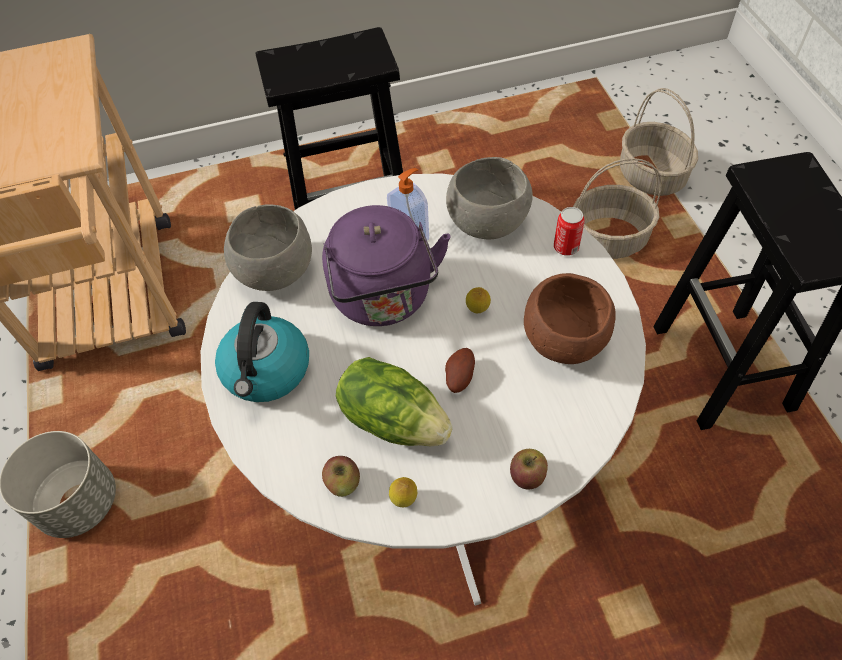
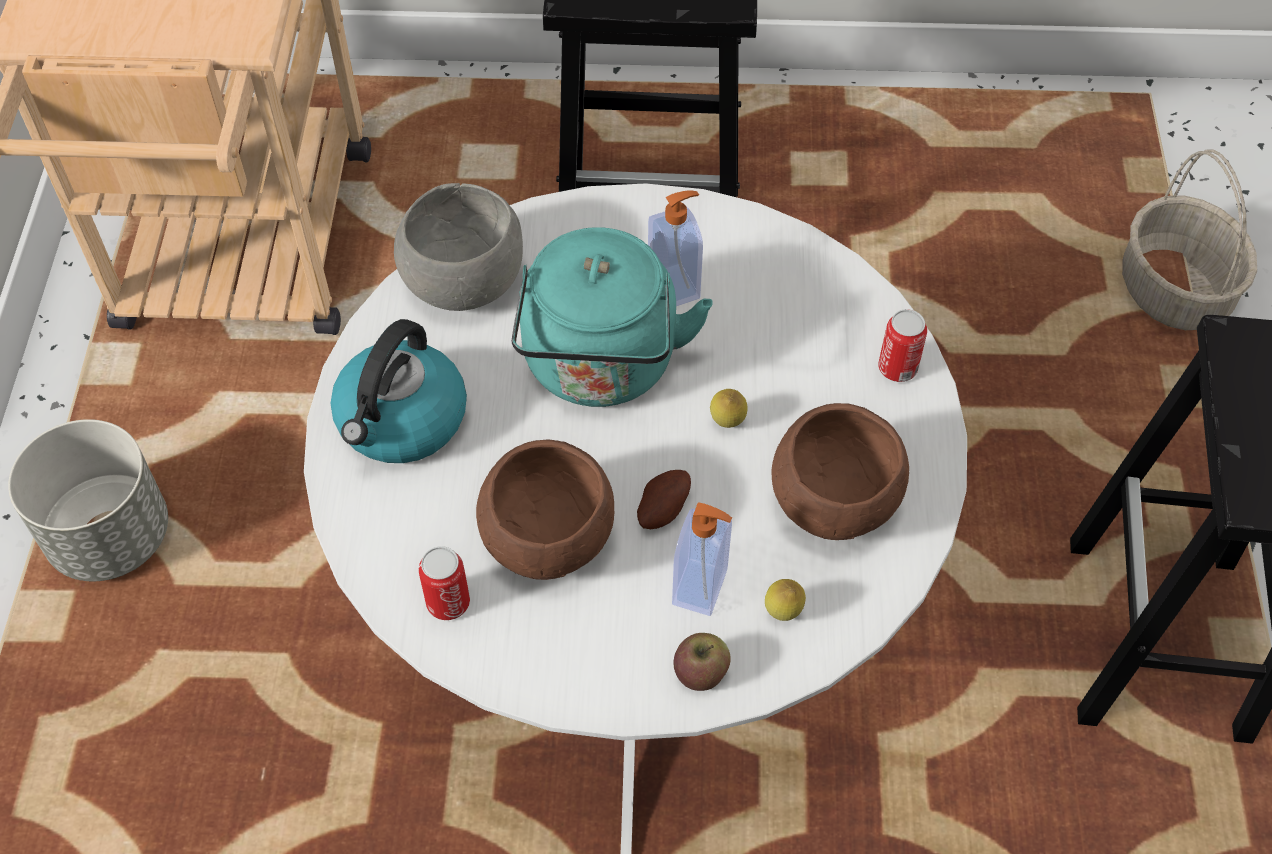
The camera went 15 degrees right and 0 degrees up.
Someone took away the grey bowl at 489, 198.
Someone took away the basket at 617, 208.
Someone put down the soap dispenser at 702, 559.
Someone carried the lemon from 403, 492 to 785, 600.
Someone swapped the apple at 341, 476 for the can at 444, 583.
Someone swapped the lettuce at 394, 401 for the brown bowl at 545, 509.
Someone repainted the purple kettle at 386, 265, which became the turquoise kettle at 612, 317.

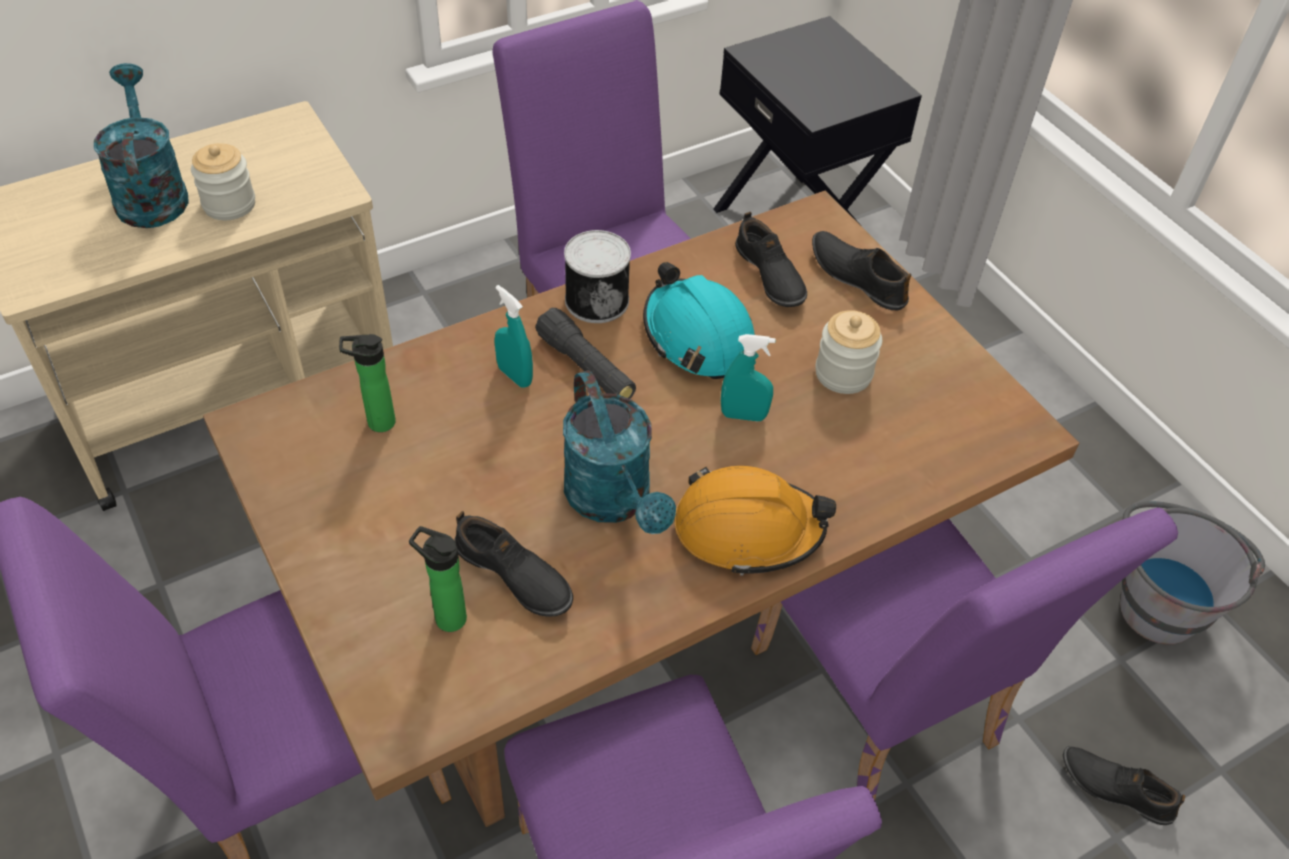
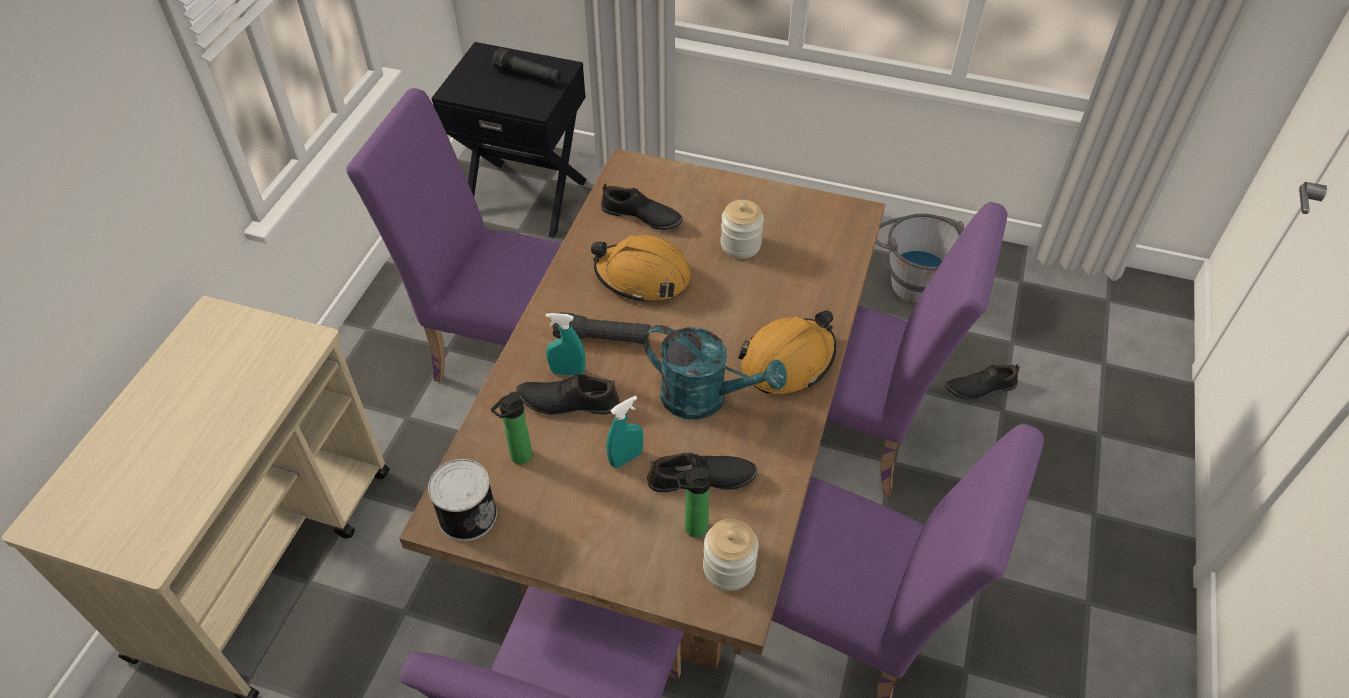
The camera went 40 degrees left and 0 degrees up.
Someone took away the turquoise watering can at 141, 145.
Someone put down the black flashlight at 527, 66.
Someone carried the jar from 223, 181 to 730, 555.
Someone carried the can from 597, 276 to 462, 500.
Someone carried the turquoise spray bottle from 748, 377 to 625, 432.
Someone carried the black shoe from 861, 270 to 567, 394.
Someone repainted the turquoise hard hat at 699, 320, which became the orange hard hat at 641, 269.

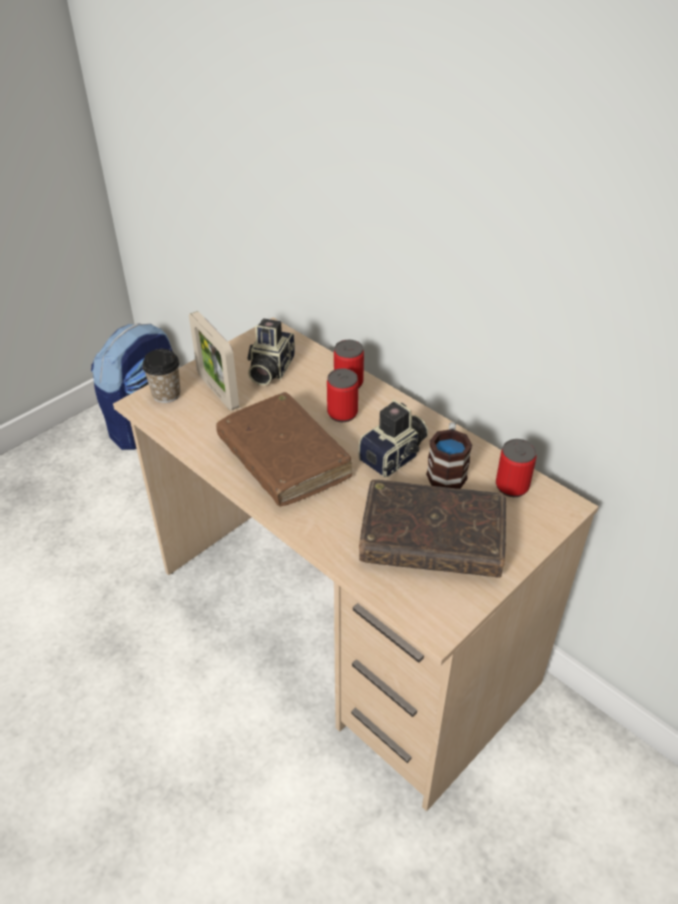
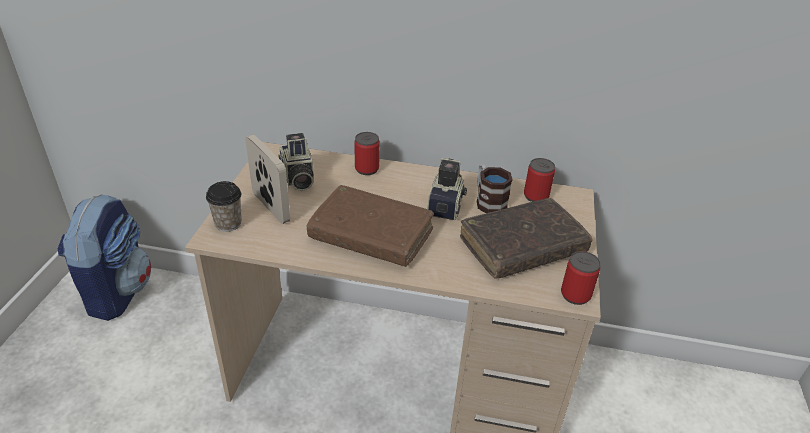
The camera went 35 degrees left and 5 degrees down.
Someone carried the can from 342, 395 to 581, 278.
Someone rotated the picture frame at 214, 361 by 150 degrees counterclockwise.

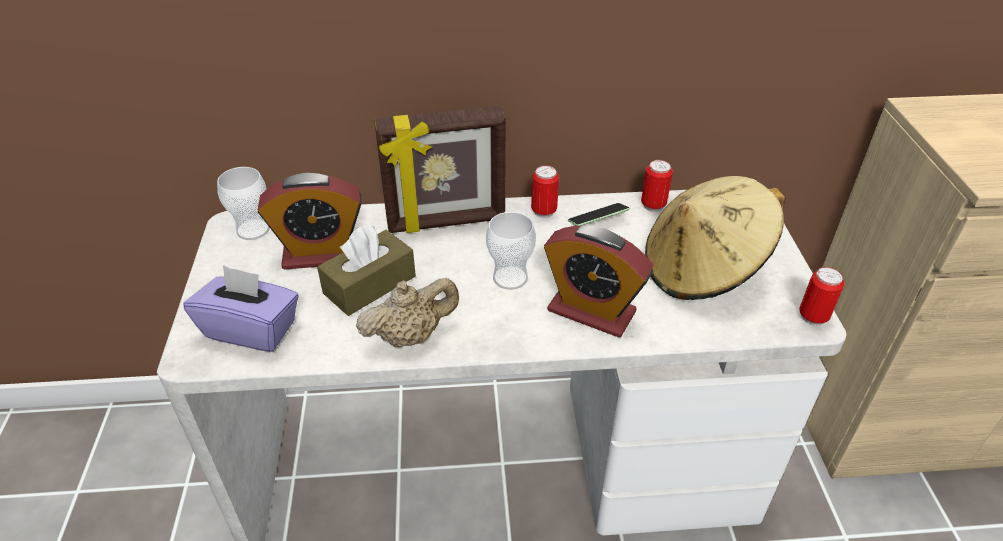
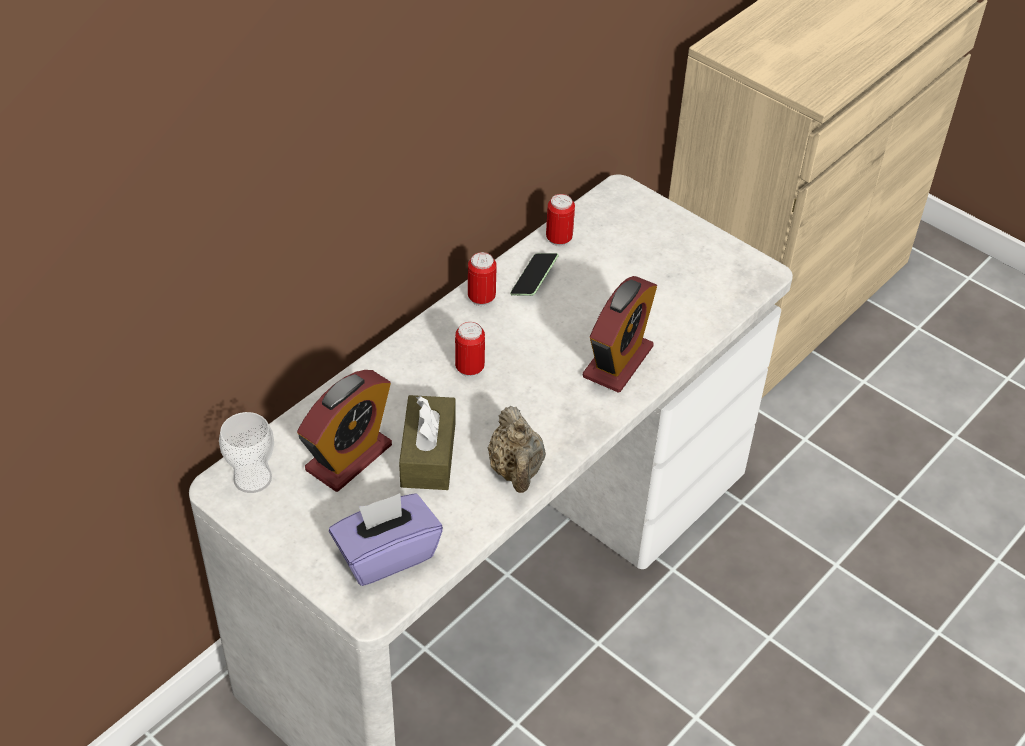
The camera went 45 degrees left and 5 degrees up.
Someone took away the picture frame at 440, 169.
Someone took away the cup at 511, 251.
Someone took away the beige hat at 715, 238.
Someone carried the can from 821, 296 to 470, 349.
Someone rotated the beige teapot at 407, 313 by 150 degrees clockwise.
Someone rotated the alarm clock at 599, 281 by 45 degrees counterclockwise.

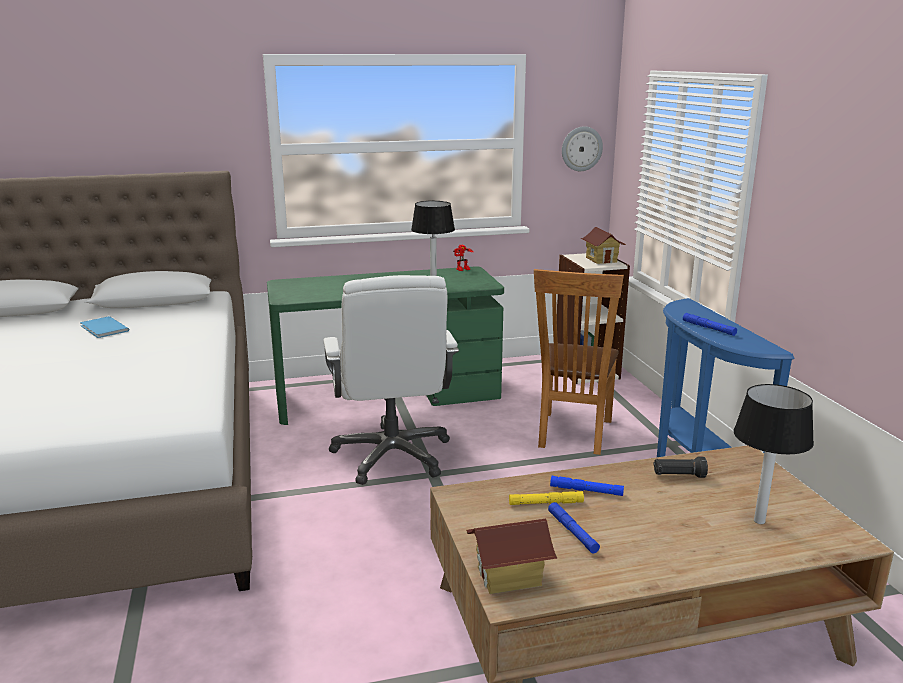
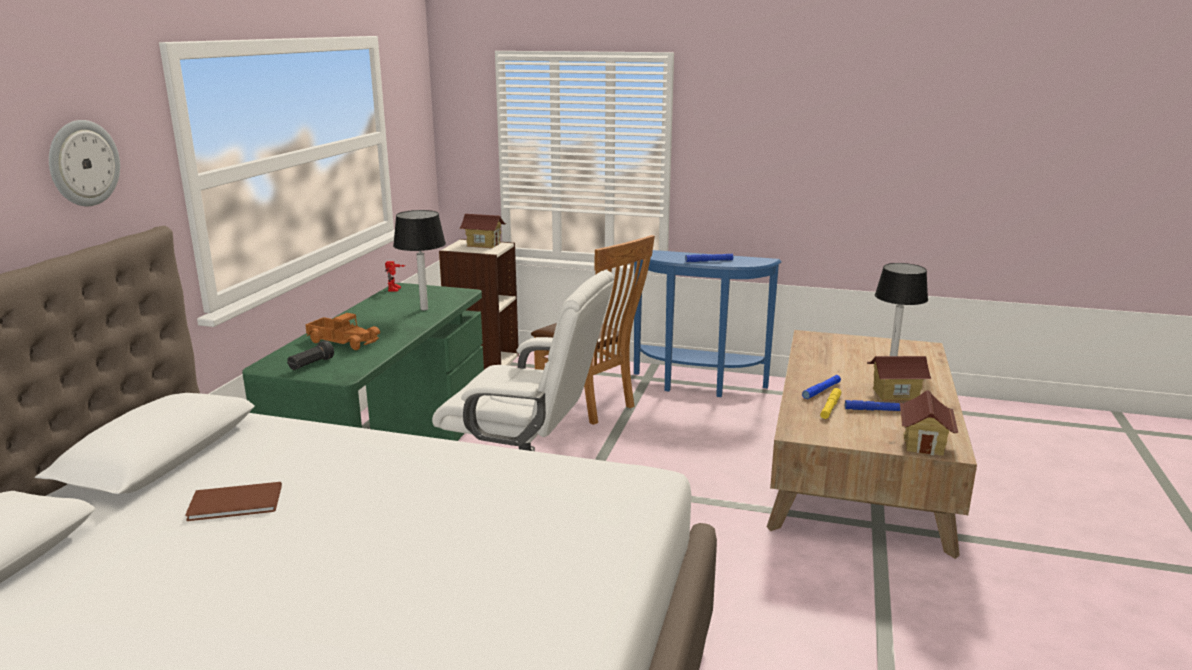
The camera went 60 degrees left and 0 degrees up.
Someone put down the toy truck at 342, 331.
Someone put down the toy house at 899, 378.
Someone carried the wall clock from 582, 148 to 84, 163.
Someone carried the black flashlight from 680, 467 to 310, 355.
Someone repainted the blue book at 104, 327, which became the brown book at 233, 501.

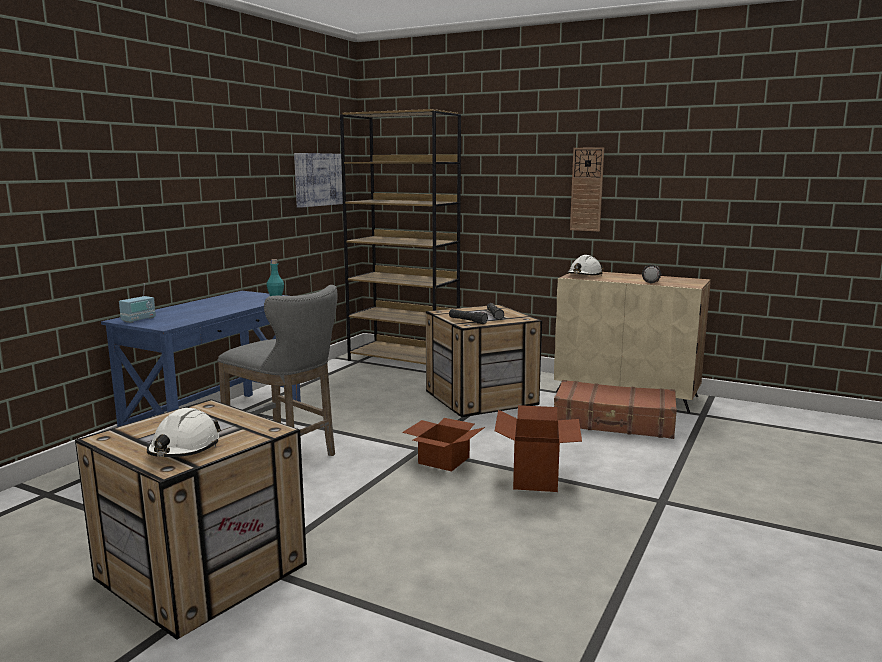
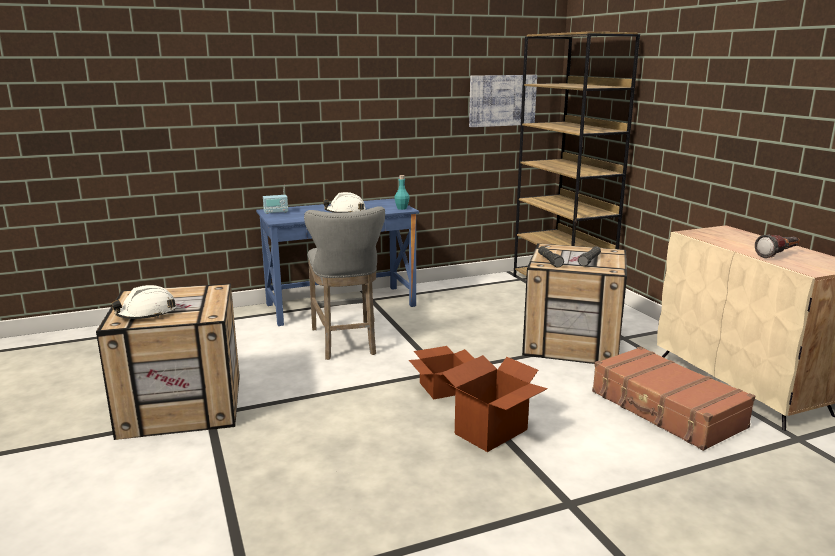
The camera went 40 degrees right and 5 degrees up.
Someone took away the wall clock at 587, 189.
Someone carried the white hard hat from 586, 265 to 344, 202.

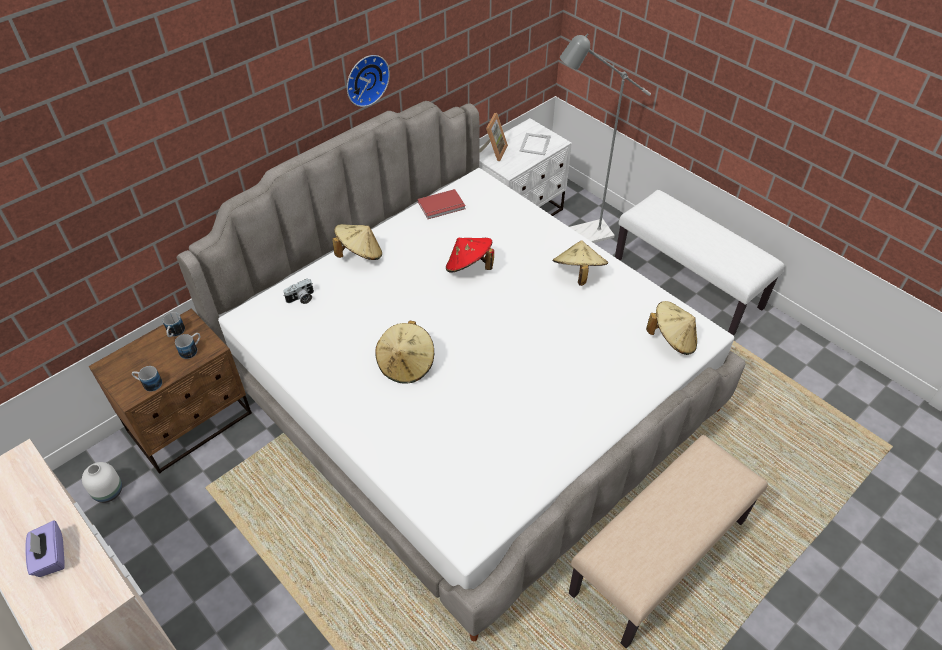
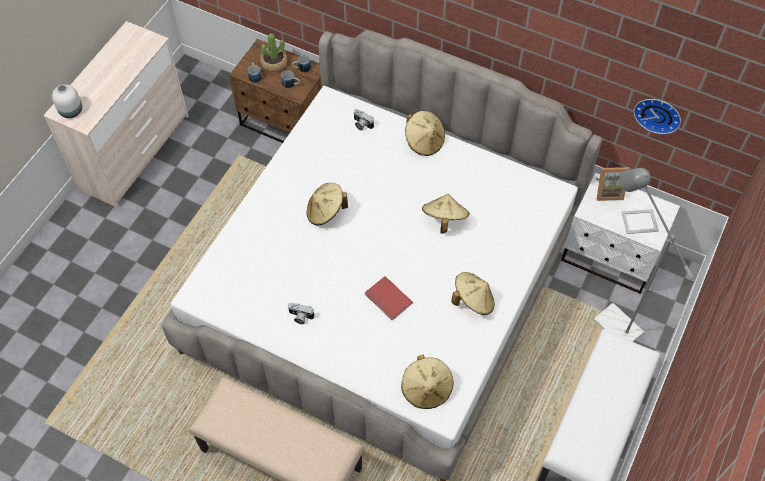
The camera went 70 degrees right and 10 degrees up.
Someone took away the purple tissue box at 45, 548.
Someone put down the potted plant at 273, 53.
Someone put down the photo camera at 301, 313.
Someone carried the white vase from 102, 482 to 67, 101.
Someone carried the wall clock from 368, 81 to 657, 116.
Someone carried the red book from 442, 204 to 389, 298.
Someone repainted the red hat at 470, 255, which became the beige hat at 445, 214.

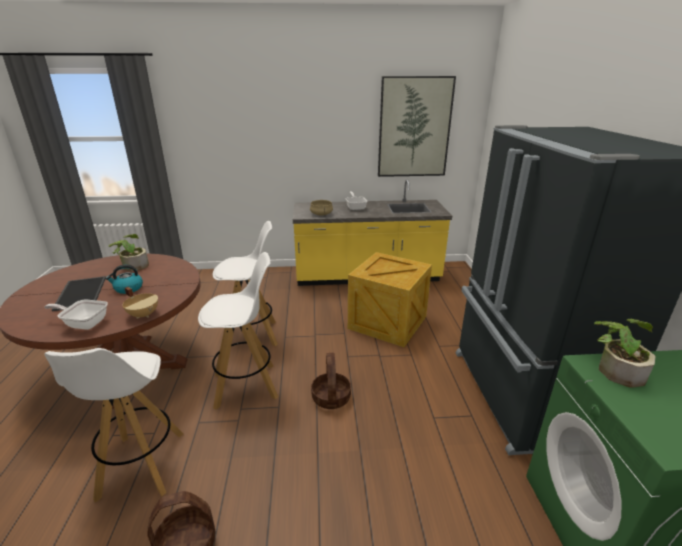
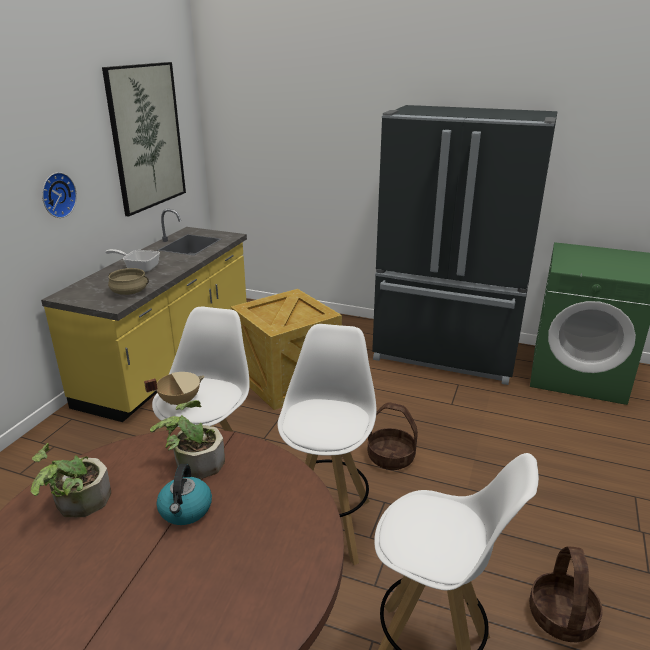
The camera went 65 degrees left and 0 degrees up.
Someone took away the frying pan at 76, 315.
Someone took away the tray at 79, 293.
Someone put up the wall clock at 59, 195.
Someone carried the beige cooking pot from 140, 303 to 174, 388.
Someone carried the potted plant from 624, 353 to 187, 439.

